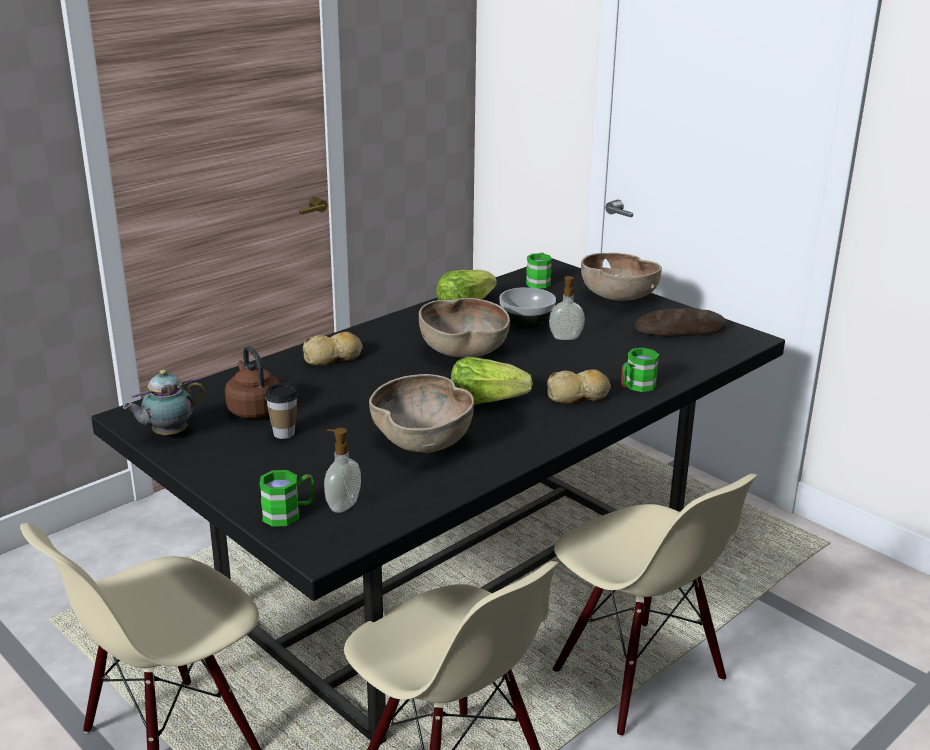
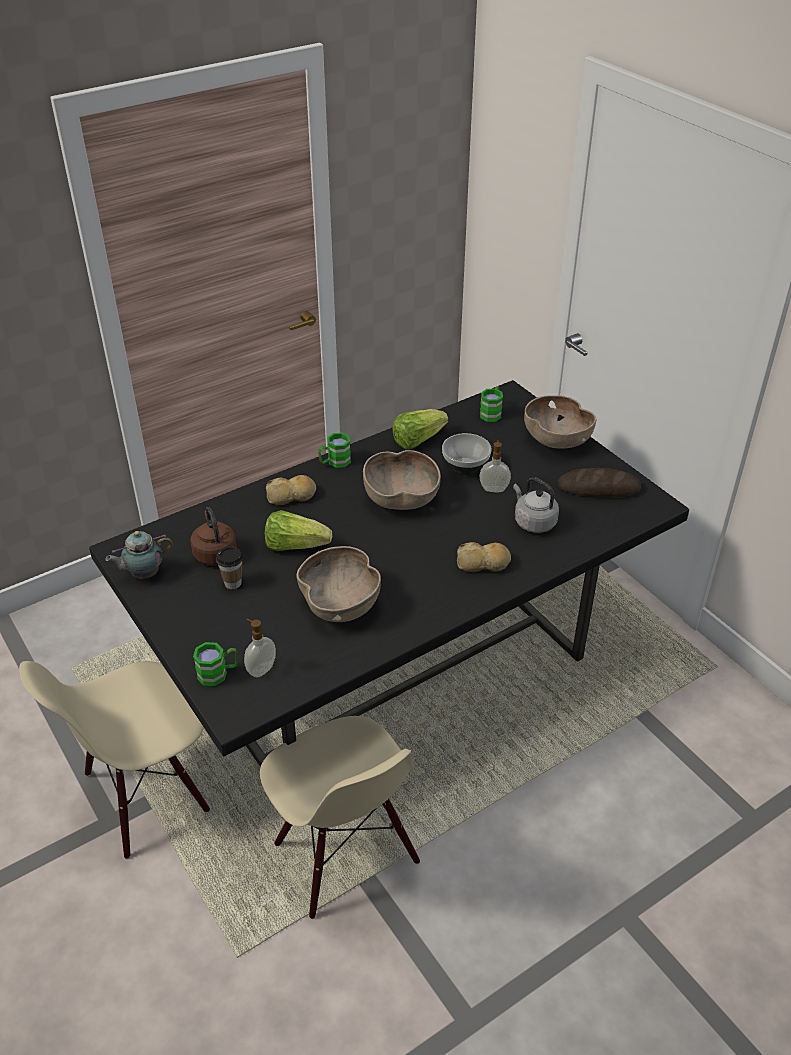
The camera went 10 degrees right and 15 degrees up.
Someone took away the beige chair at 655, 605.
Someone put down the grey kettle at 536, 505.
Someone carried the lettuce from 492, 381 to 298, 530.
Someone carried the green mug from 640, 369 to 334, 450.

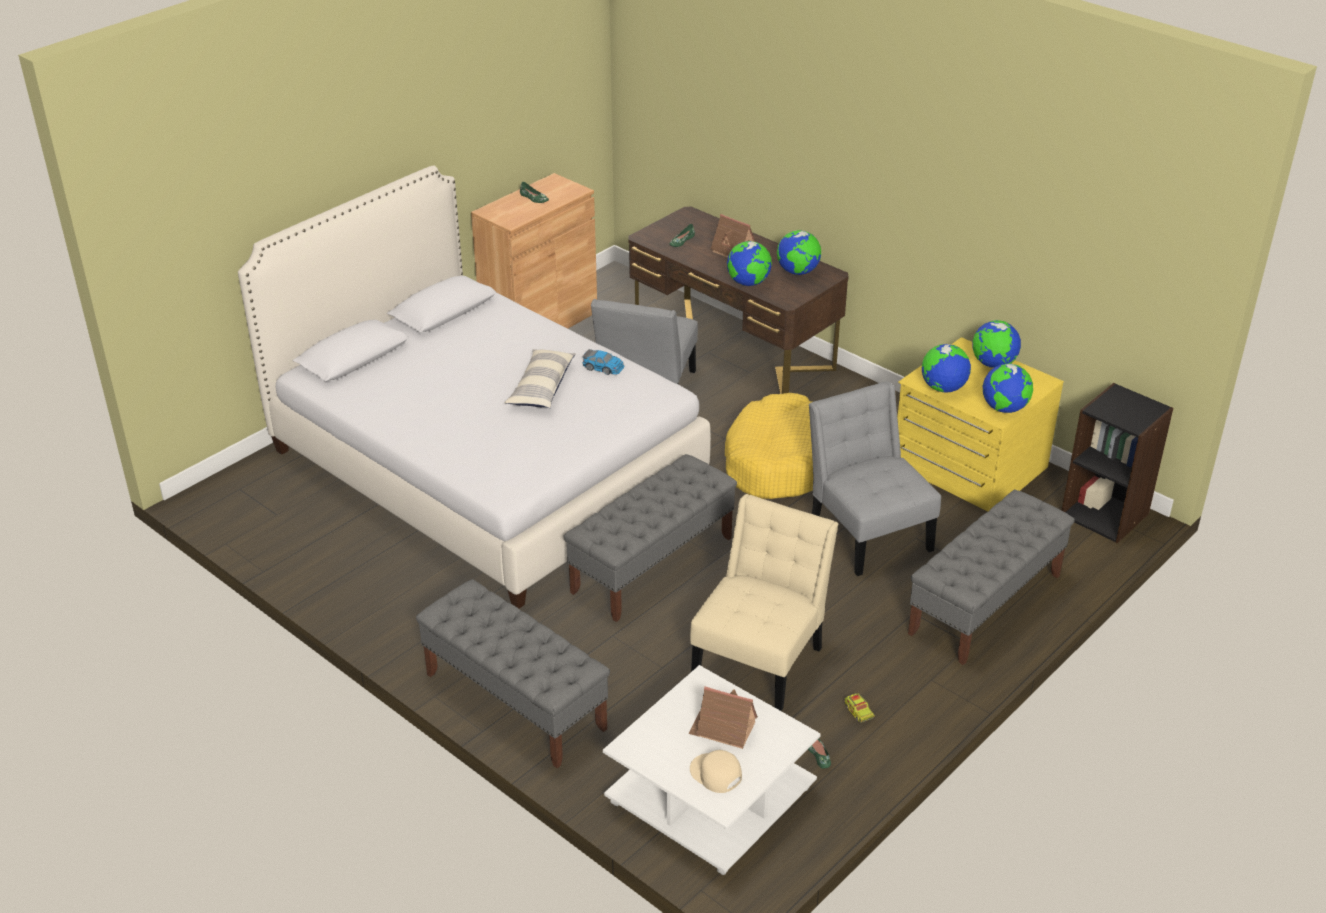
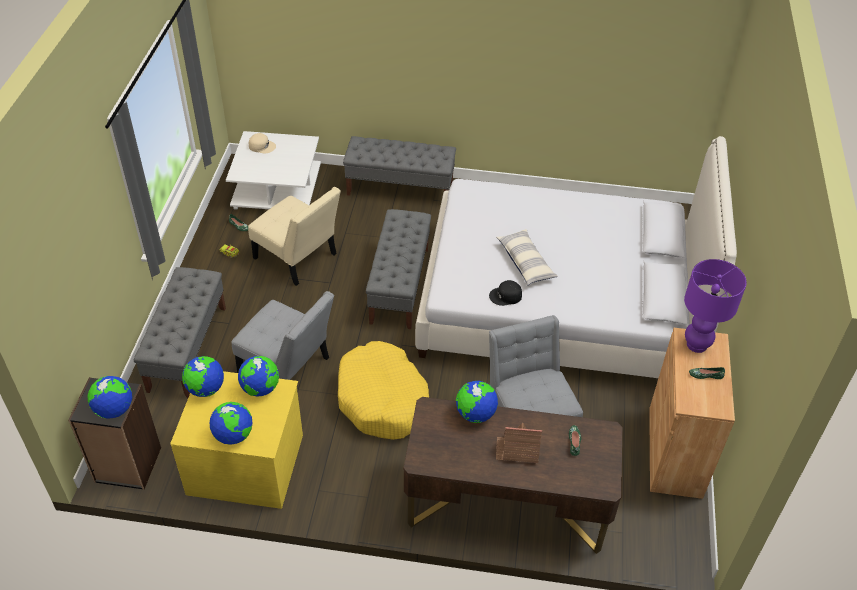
The camera went 145 degrees right and 10 degrees up.
Someone took away the toy house at 723, 717.
Someone put down the purple table lamp at 715, 306.
Someone carried the globe from 799, 252 to 109, 397.
Someone swapped the toy car at 603, 362 for the black cap at 505, 293.
Someone rotated the beige chair at 764, 602 by 45 degrees counterclockwise.

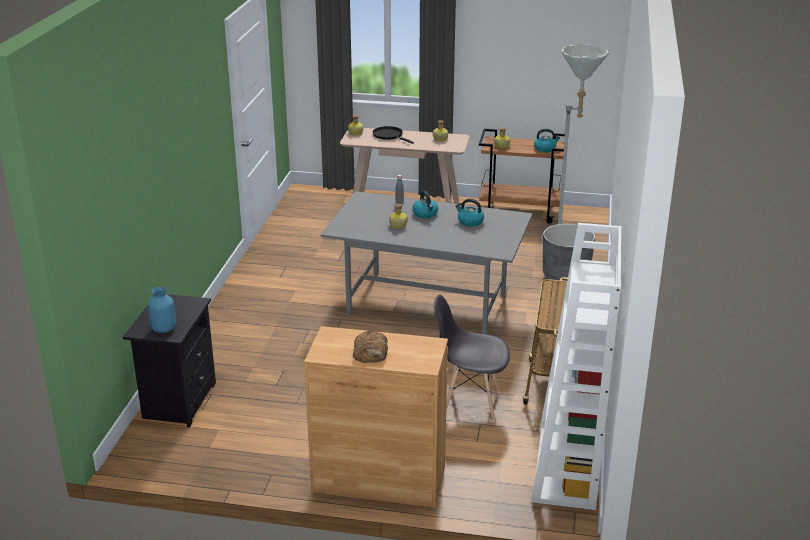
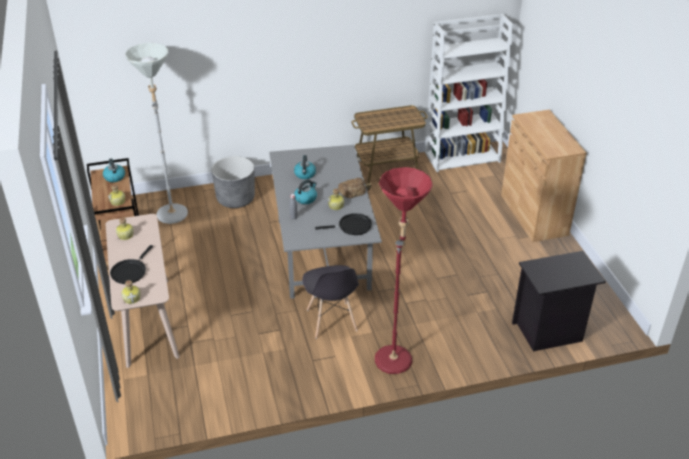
The camera went 115 degrees left and 10 degrees up.
Someone took away the blue vase at 162, 310.
Someone put down the black frying pan at 343, 224.
Someone put down the red floor lamp at 404, 270.
Someone carried the bread from 370, 346 to 351, 188.
Someone carried the grey chair from 472, 358 to 330, 302.

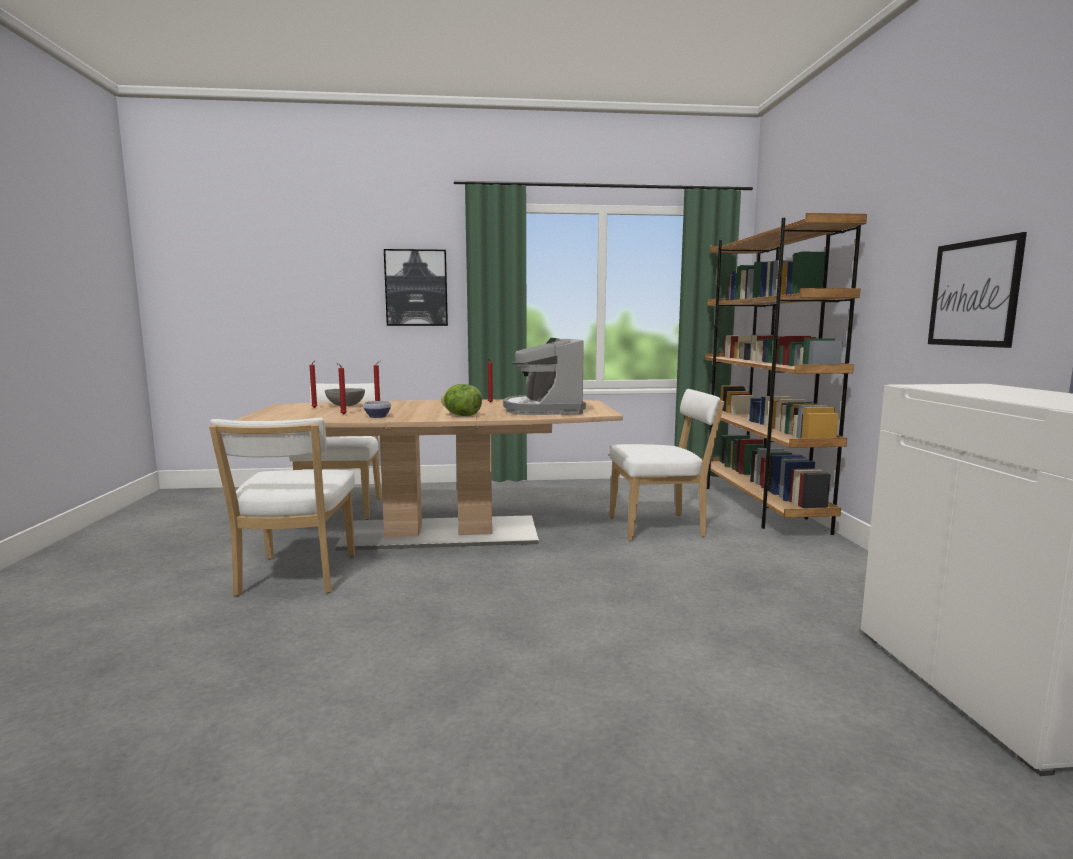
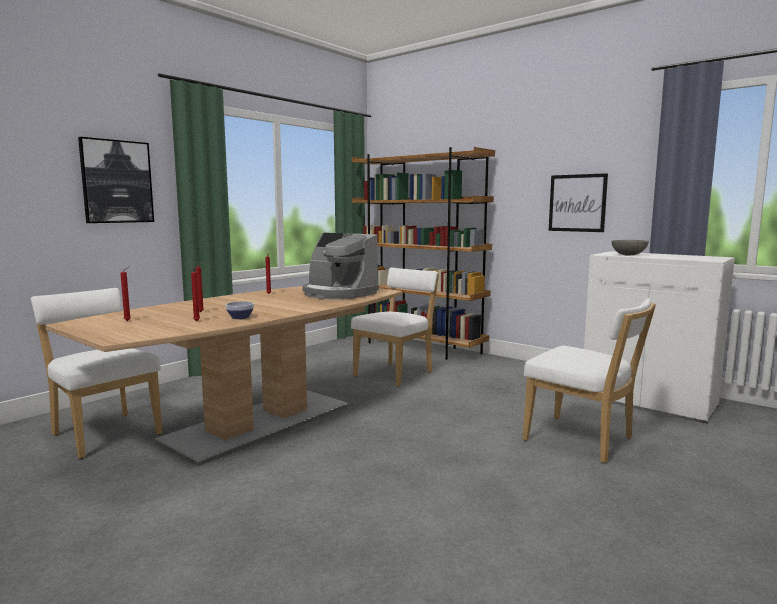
The camera went 45 degrees left and 0 degrees up.
Someone took away the lettuce at 461, 400.
Someone carried the white chair from 282, 507 to 589, 380.
Someone carried the grey bowl from 345, 397 to 630, 247.

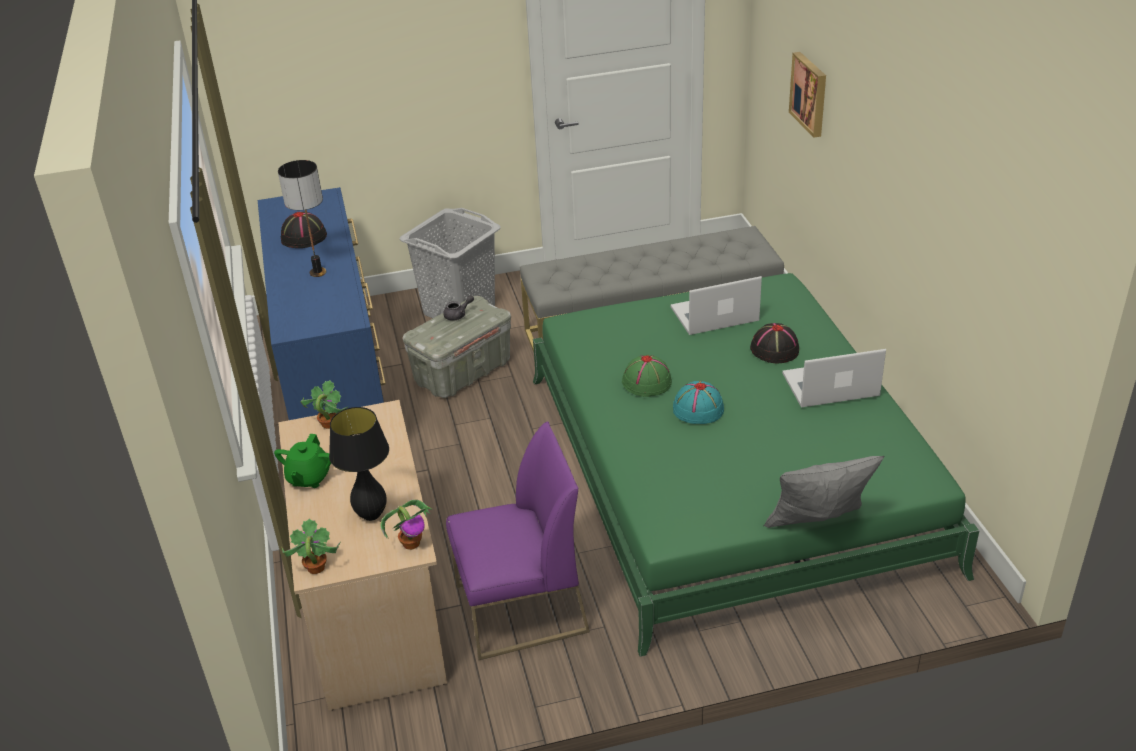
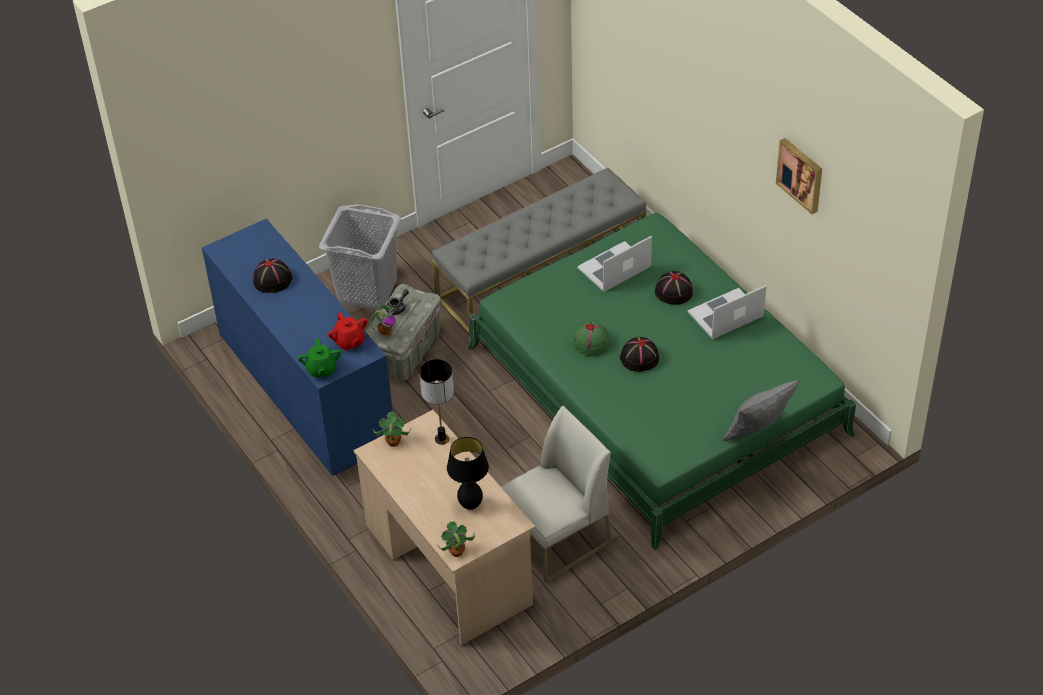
The camera went 20 degrees left and 10 degrees up.
Someone put down the red teapot at 348, 331.
Someone carried the green teapot from 302, 461 to 319, 358.
Someone carried the table lamp from 302, 218 to 436, 402.
Someone carried the potted plant from 406, 525 to 383, 319.
Someone carried the picture from 807, 95 to 799, 176.
Someone repainted the purple chair at 518, 540, which became the white chair at 556, 494.
Someone repainted the turquoise hat at 698, 402, which became the black hat at 639, 354.

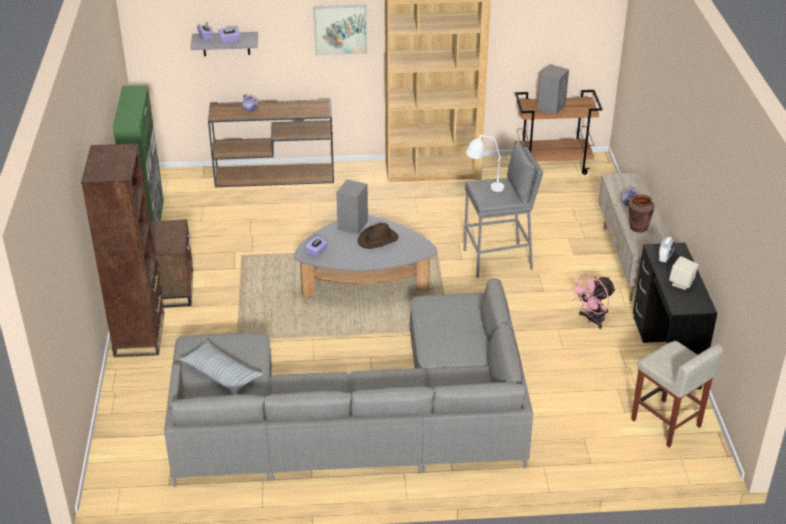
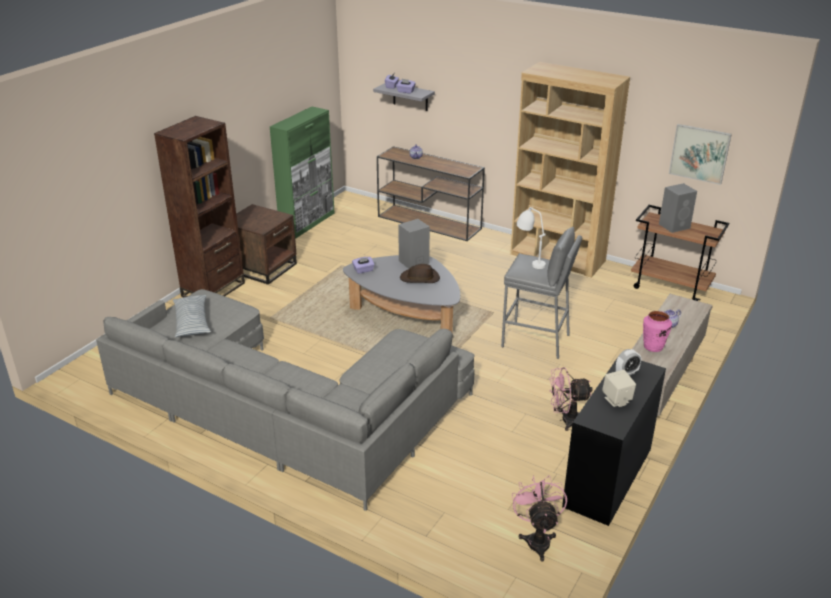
The camera went 35 degrees right and 5 degrees down.
Someone carried the picture from 340, 30 to 700, 154.
Someone swapped the beige stool at 677, 394 for the pink fan at 539, 518.
Someone repainted the brown vase at 642, 213, which became the pink vase at 657, 331.

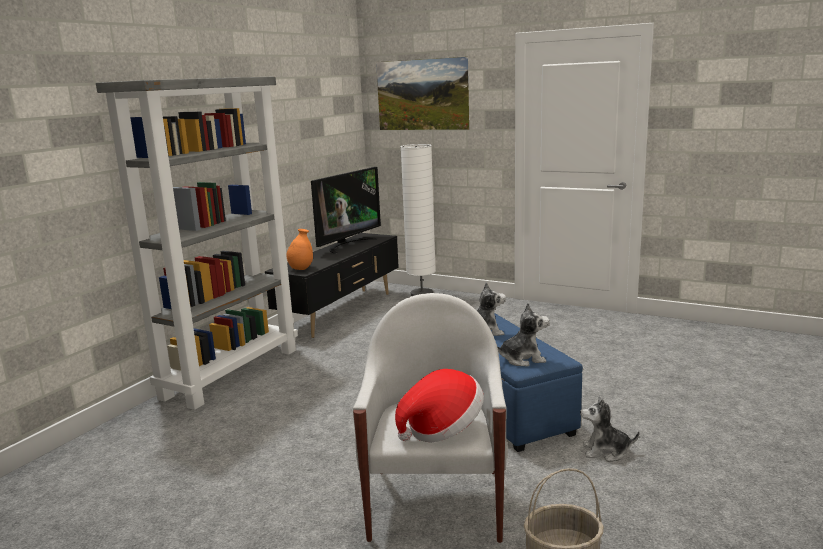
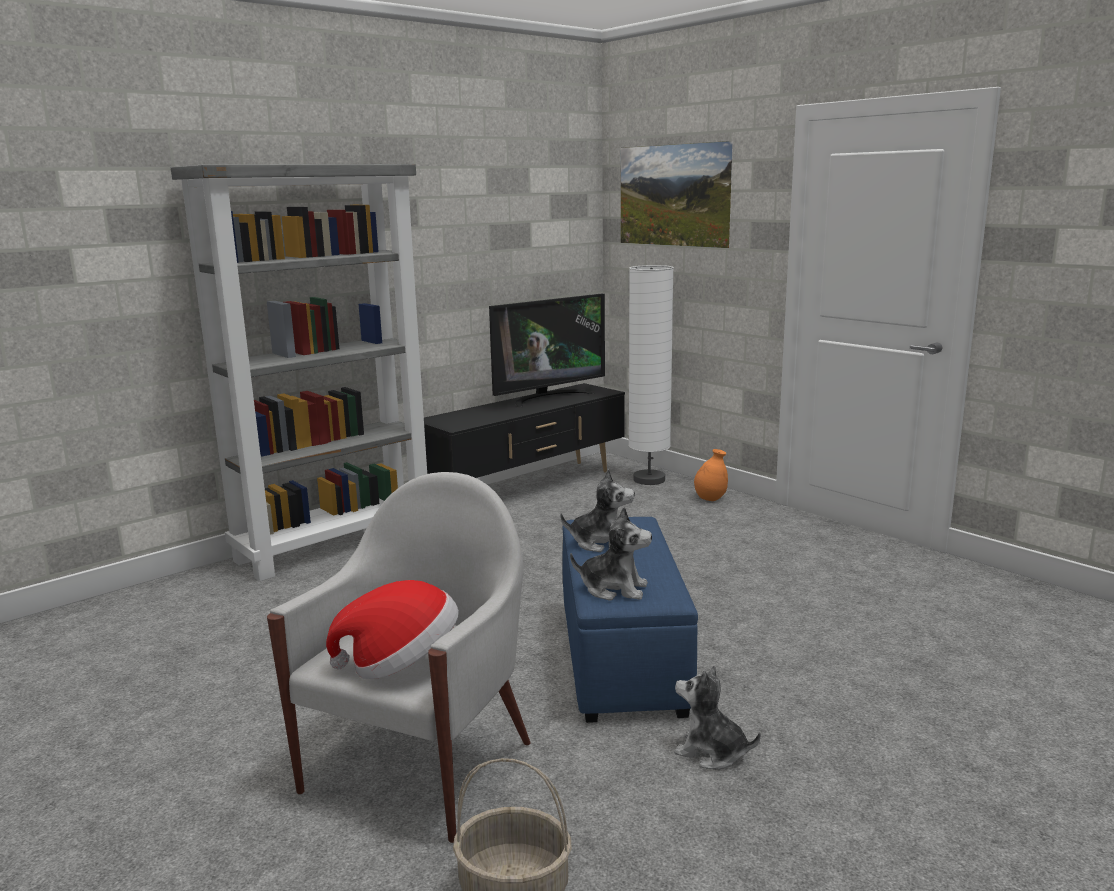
The camera went 20 degrees right and 0 degrees up.
Someone carried the orange vase from 299, 249 to 711, 475.

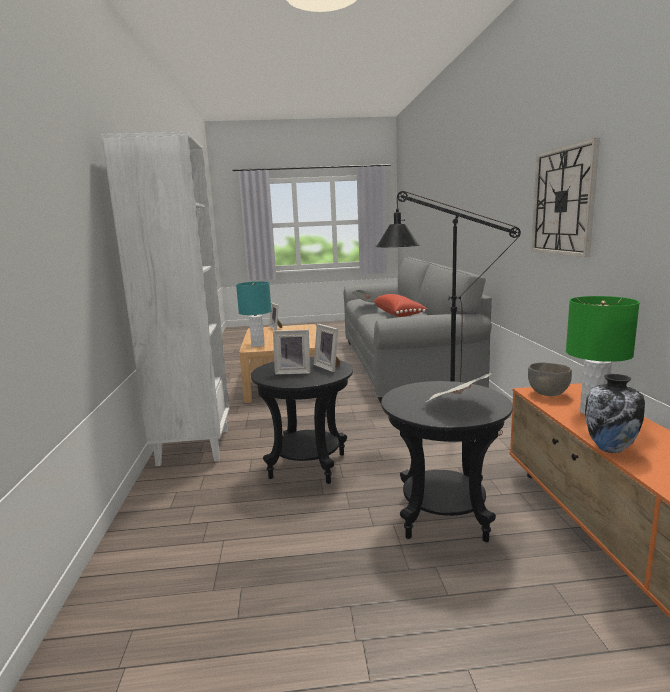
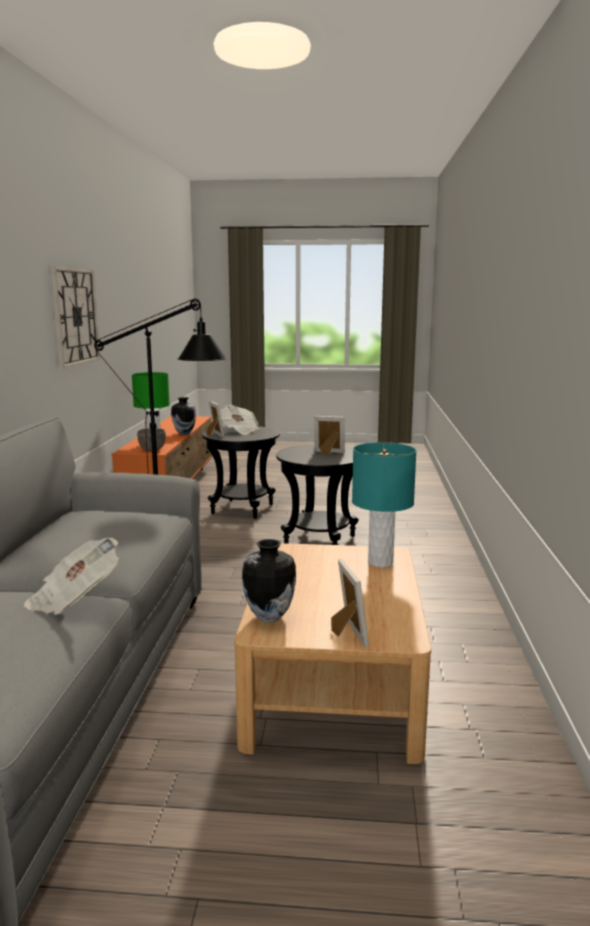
The camera went 170 degrees left and 0 degrees up.
Someone took away the white bookcase at 165, 299.
Someone took away the red pillow at 400, 305.
Someone put down the vase at 269, 580.
Someone carried the picture frame from 327, 348 to 215, 419.

